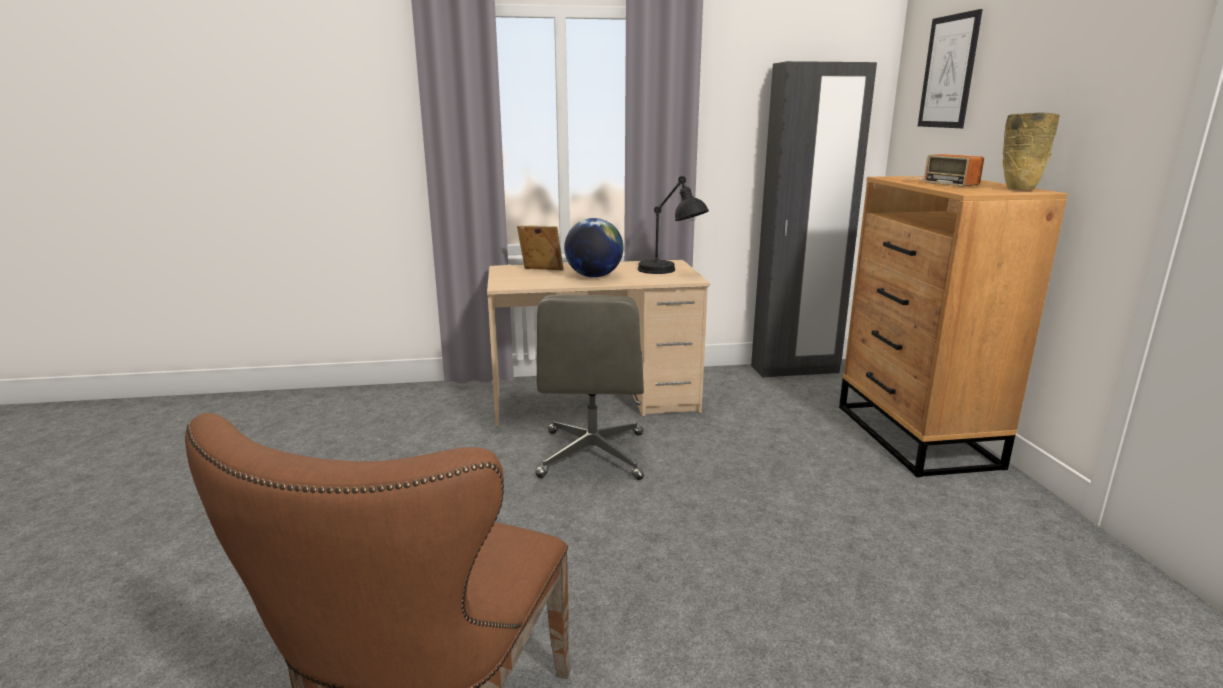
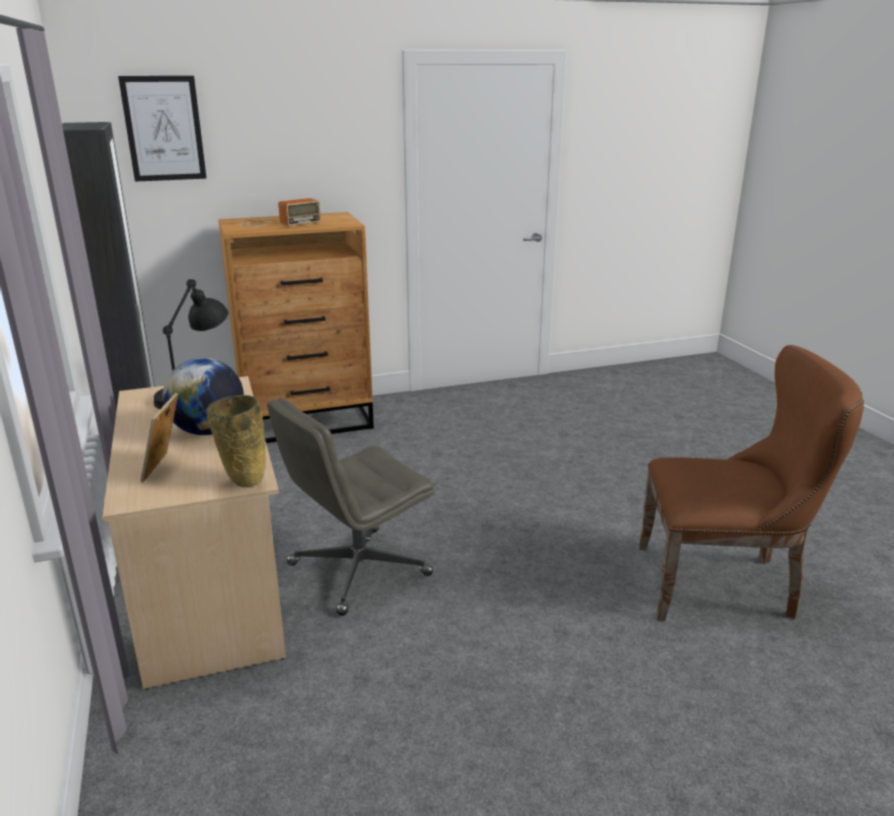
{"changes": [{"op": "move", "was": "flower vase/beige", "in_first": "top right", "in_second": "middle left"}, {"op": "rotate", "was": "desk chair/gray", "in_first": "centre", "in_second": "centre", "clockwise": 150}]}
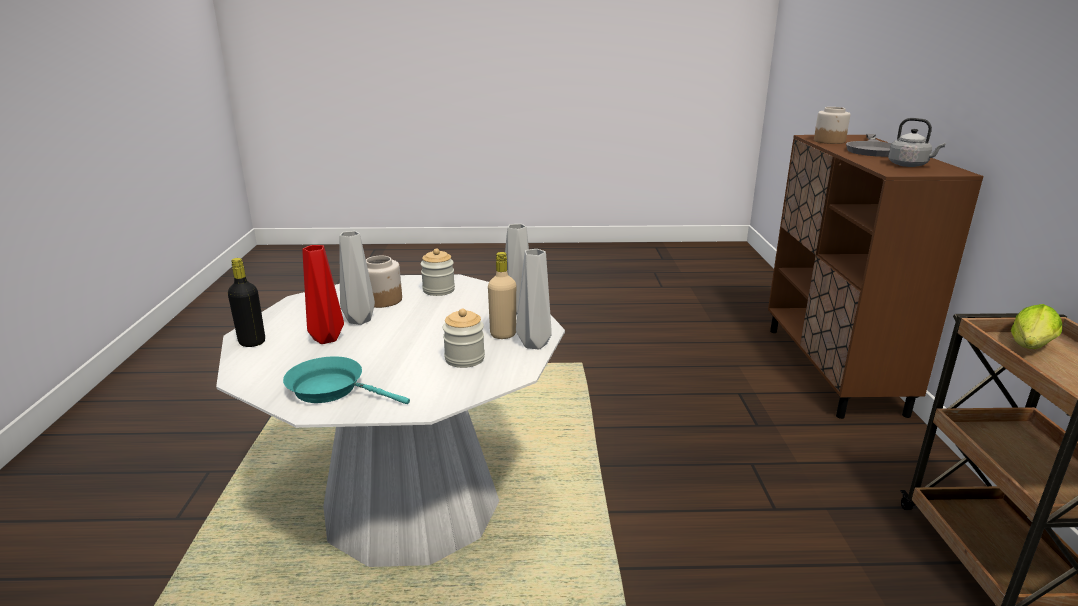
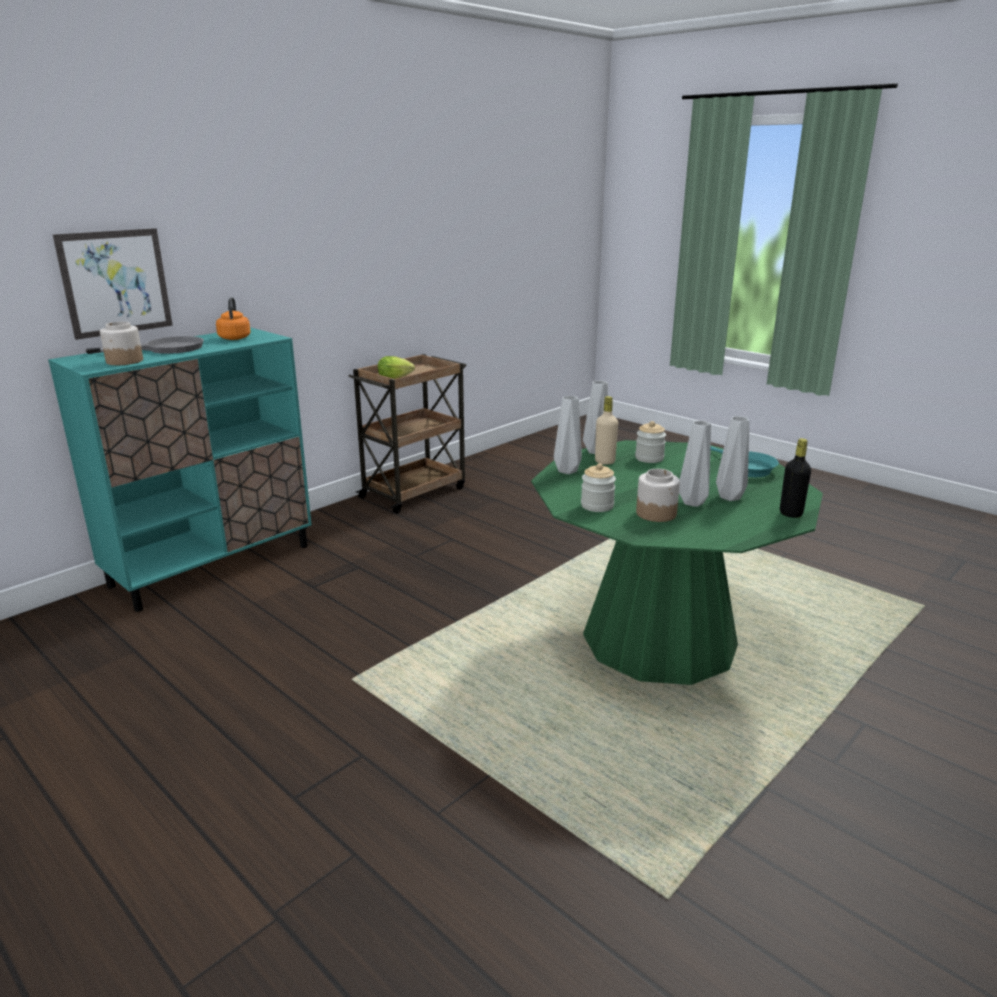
{"changes": [{"op": "insert", "now": "wall art", "in_second": "top left"}, {"op": "recolor", "was": "dining table/white", "now": "dining table/green-coloured", "in_first": "bottom centre", "in_second": "middle right"}, {"op": "recolor", "was": "flower vase/reddish", "now": "flower vase/gray (4th from left)", "in_first": "middle left", "in_second": "middle right"}, {"op": "recolor", "was": "cabinet/brown-coloured", "now": "cabinet/blue-green", "in_first": "middle right", "in_second": "middle left"}, {"op": "recolor", "was": "kettle/gray", "now": "kettle/orange-coloured", "in_first": "top right", "in_second": "top left"}]}
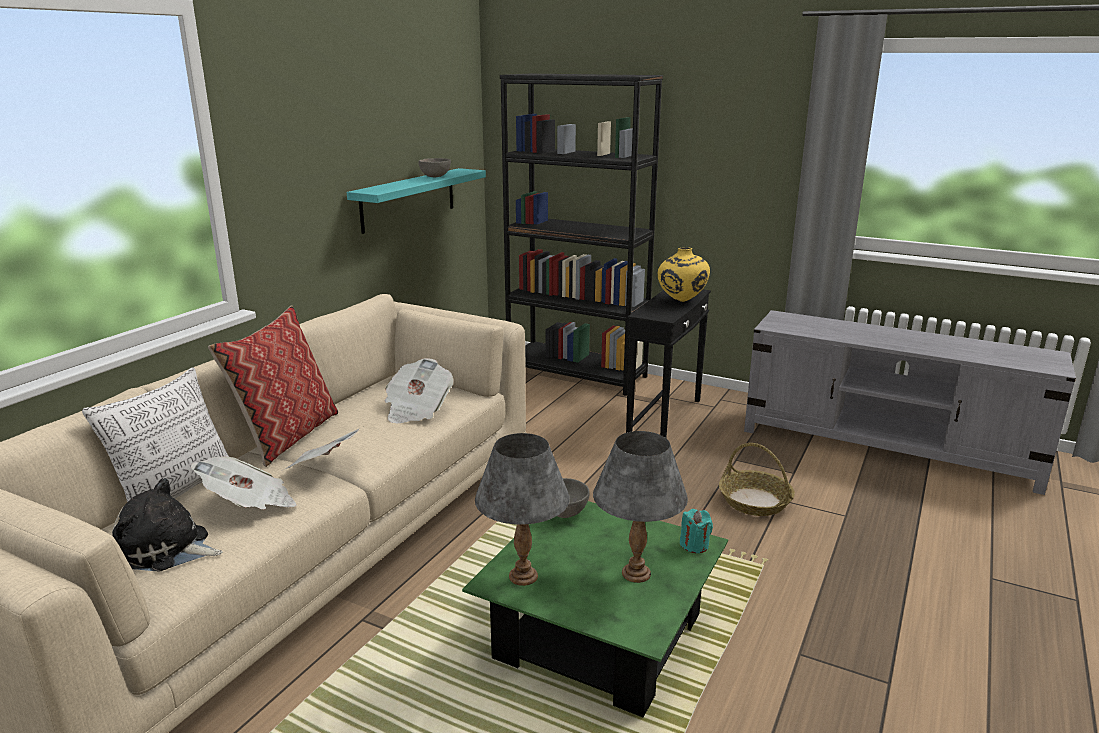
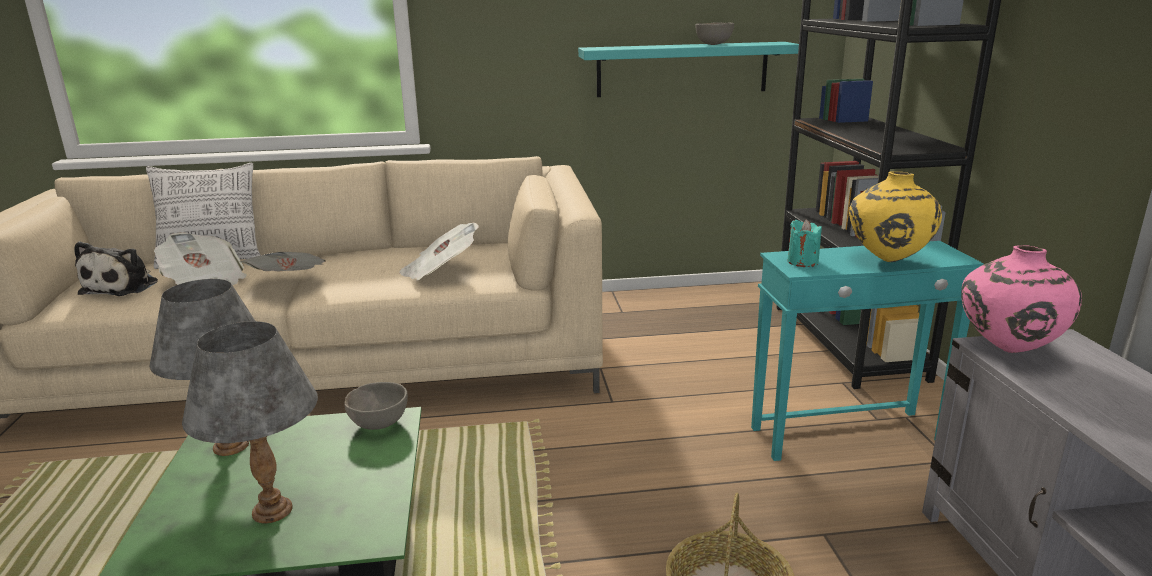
{"changes": [{"op": "delete", "was": "throw pillow (2nd from left)", "in_first": "middle left"}, {"op": "insert", "now": "flower vase/pink", "in_second": "middle right"}, {"op": "move", "was": "wax light/blue-green", "in_first": "bottom centre", "in_second": "middle right"}, {"op": "recolor", "was": "end table/black-coloured", "now": "end table/blue-green", "in_first": "centre", "in_second": "middle right"}, {"op": "rotate", "was": "cuddly toy", "in_first": "bottom left", "in_second": "middle left", "clockwise": -150}]}
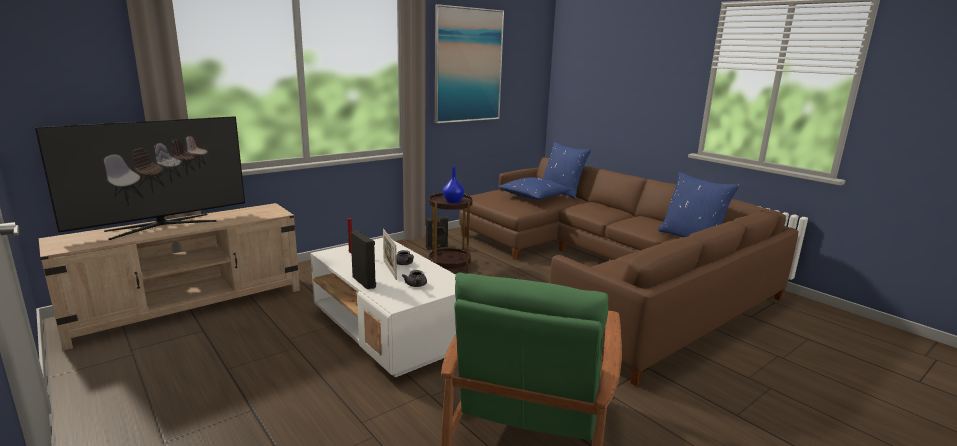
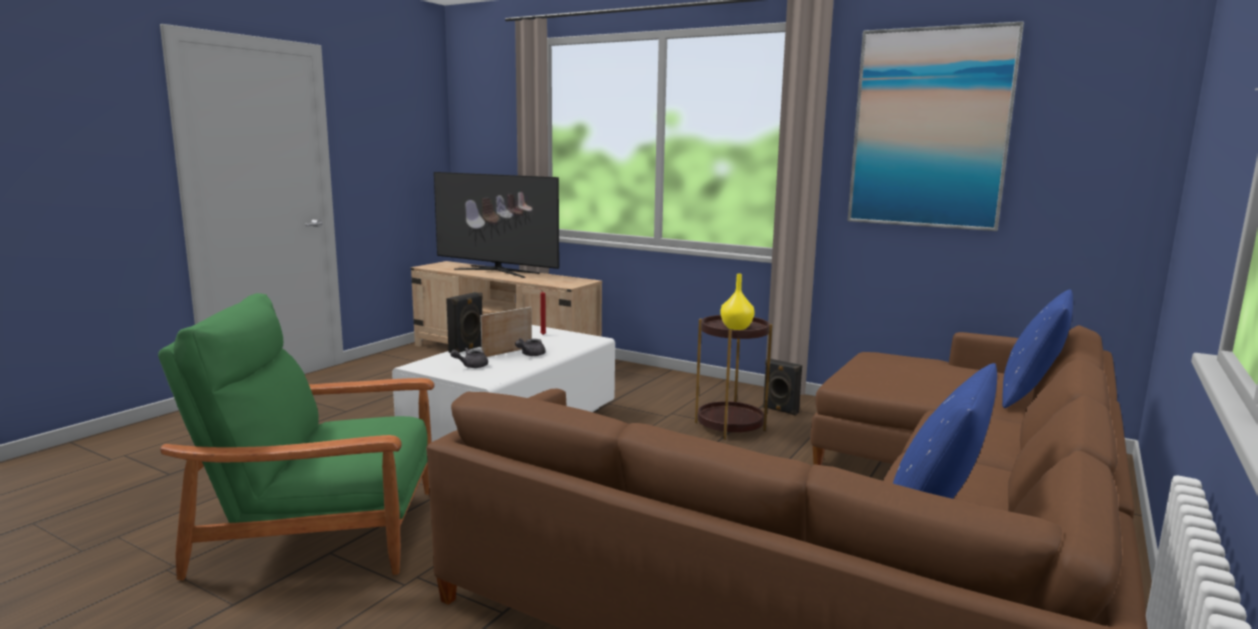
{"changes": [{"op": "delete", "was": "throw pillow/bluish (1st from left)", "in_first": "centre"}, {"op": "recolor", "was": "flower vase/bluish", "now": "flower vase/yellow-coloured", "in_first": "centre", "in_second": "centre"}]}
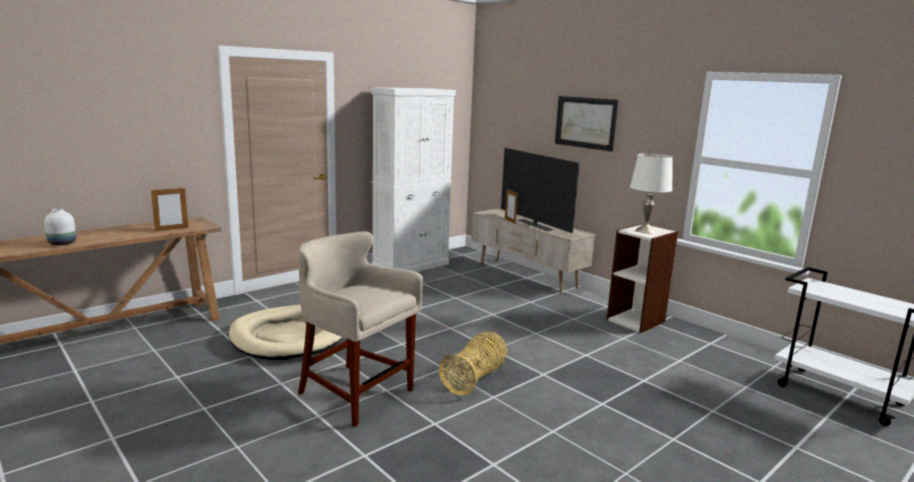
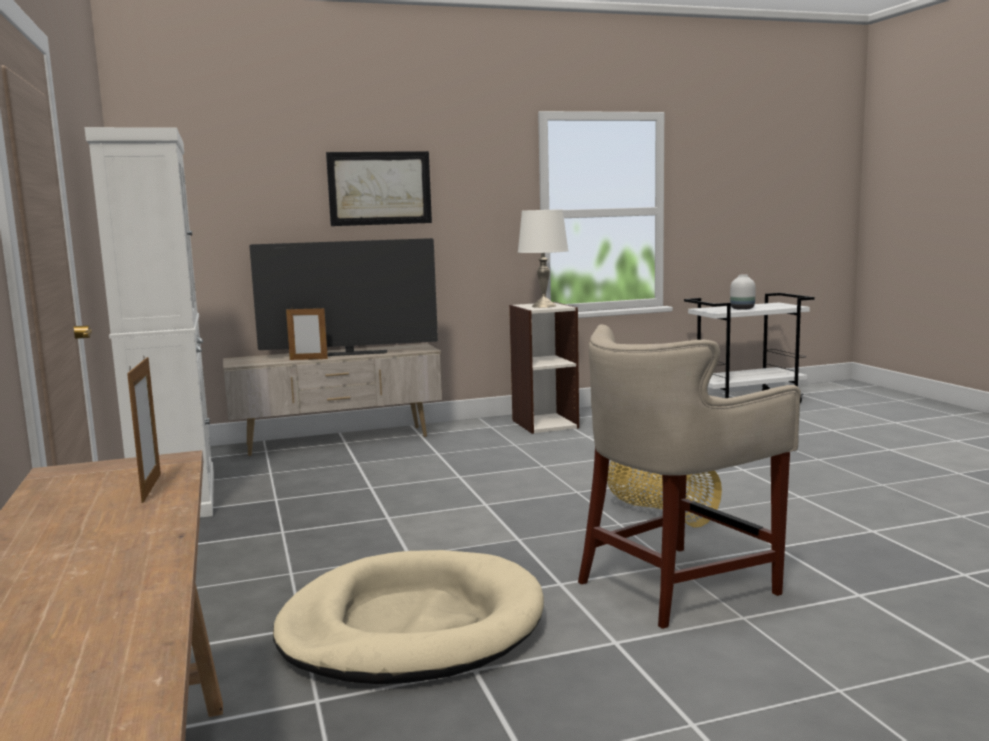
{"changes": [{"op": "move", "was": "flower vase/white", "in_first": "middle left", "in_second": "middle right"}]}
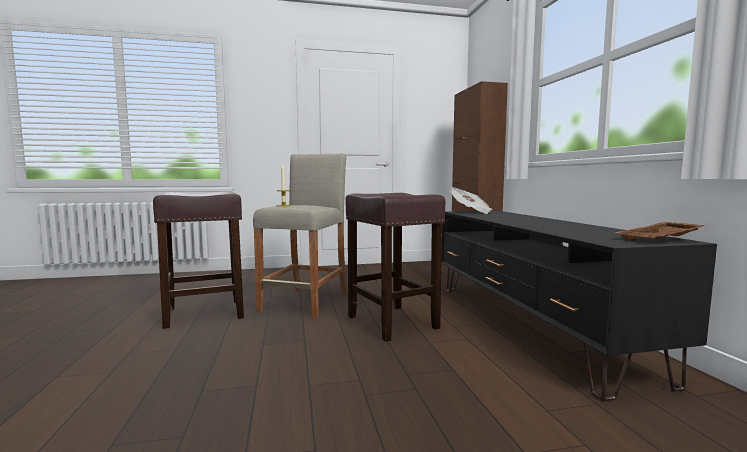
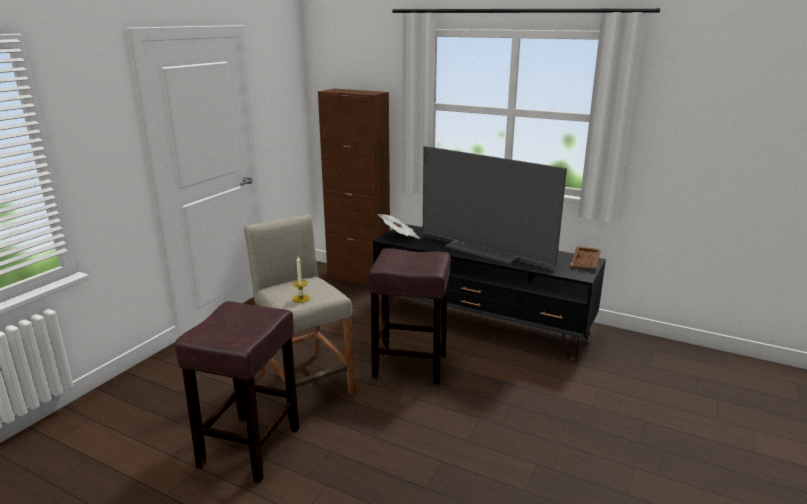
{"changes": [{"op": "insert", "now": "TV set", "in_second": "centre"}]}
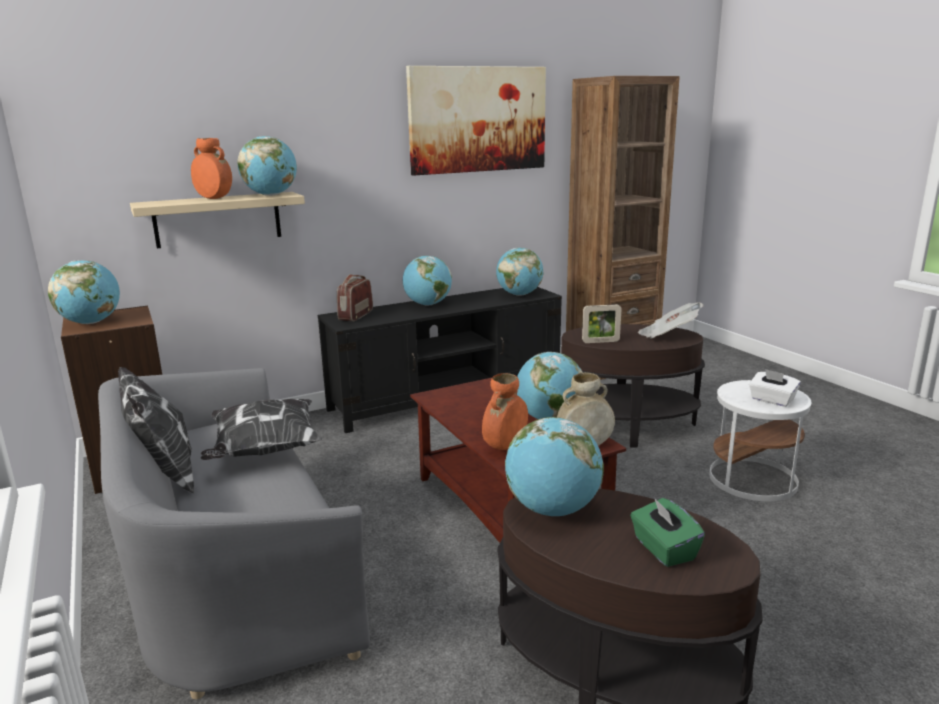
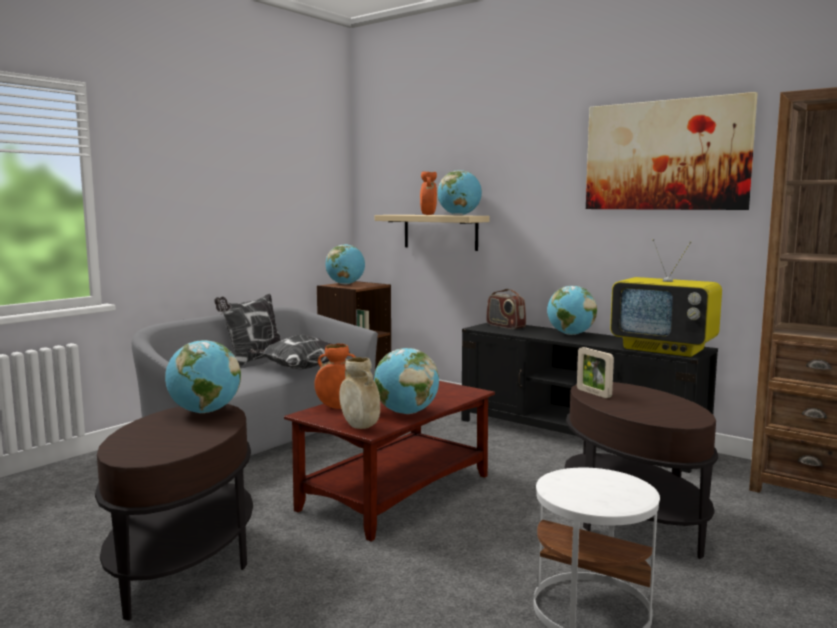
{"changes": [{"op": "delete", "was": "tissue holder/green-coloured", "in_first": "bottom right"}, {"op": "delete", "was": "printed paper", "in_first": "middle right"}, {"op": "delete", "was": "tissue holder/white", "in_first": "middle right"}, {"op": "replace", "was": "world globe (4th from left)", "now": "TV set", "in_first": "centre", "in_second": "middle right"}, {"op": "rotate", "was": "radio receiver", "in_first": "centre", "in_second": "centre", "clockwise": -120}]}
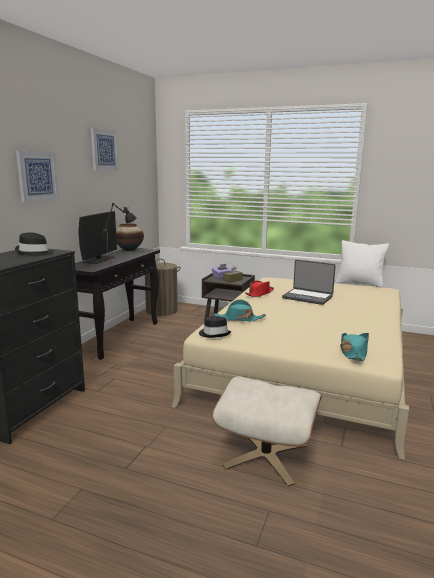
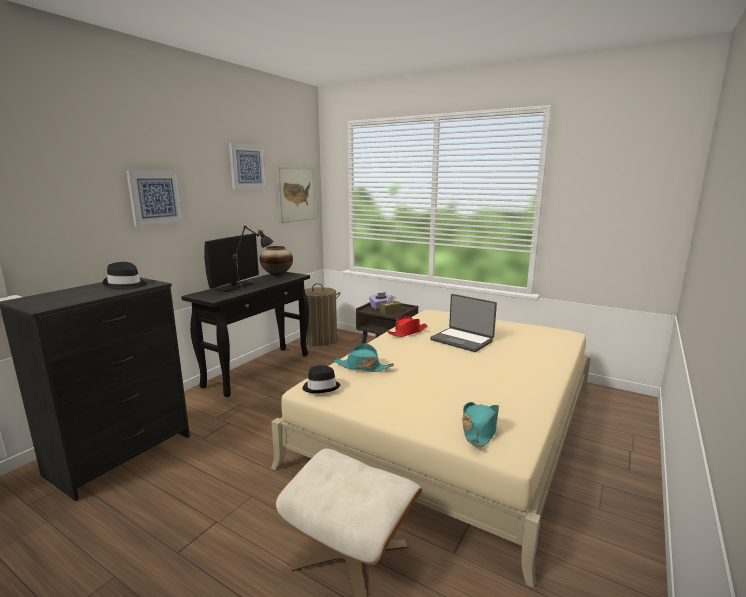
{"changes": [{"op": "delete", "was": "throw pillow/white", "in_first": "middle right"}, {"op": "insert", "now": "wall art (3rd from left)", "in_second": "top centre"}]}
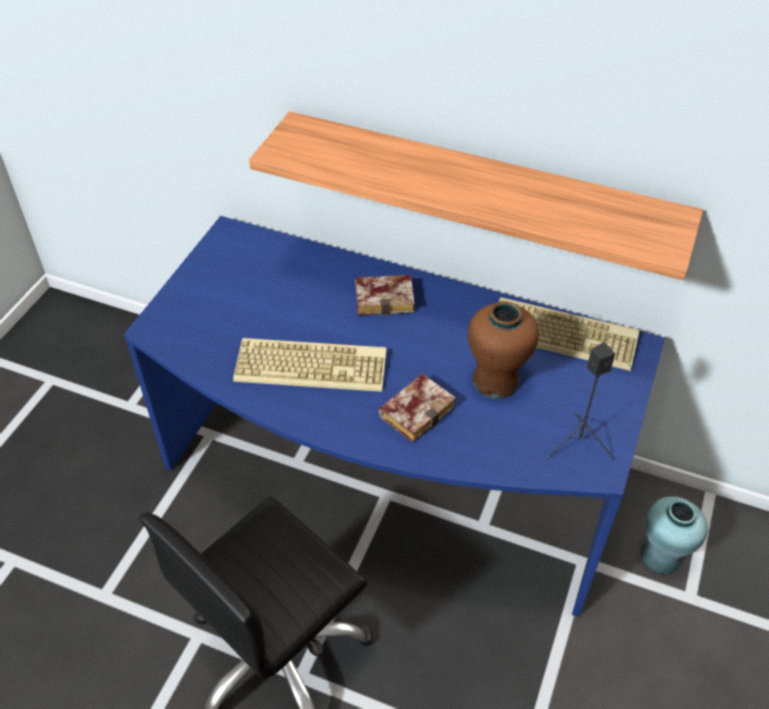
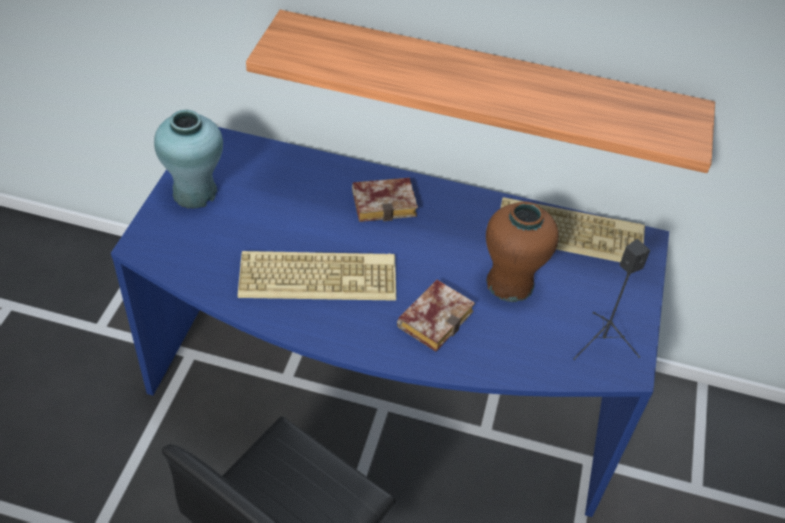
{"changes": [{"op": "move", "was": "flower vase/blue-green", "in_first": "bottom right", "in_second": "top left"}]}
